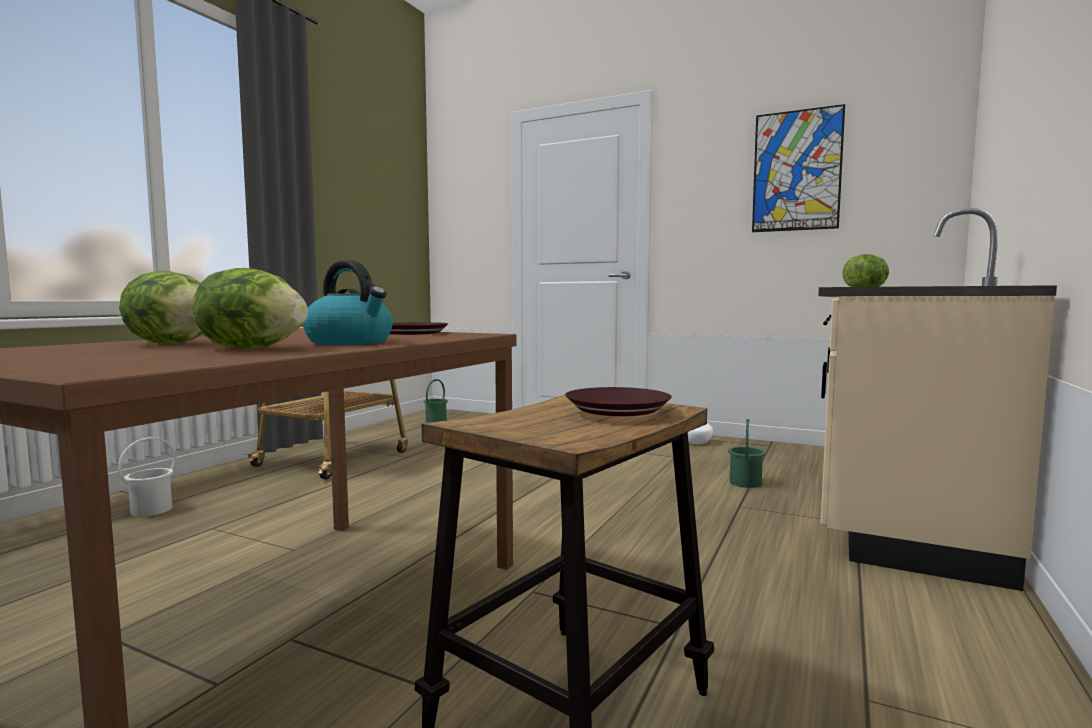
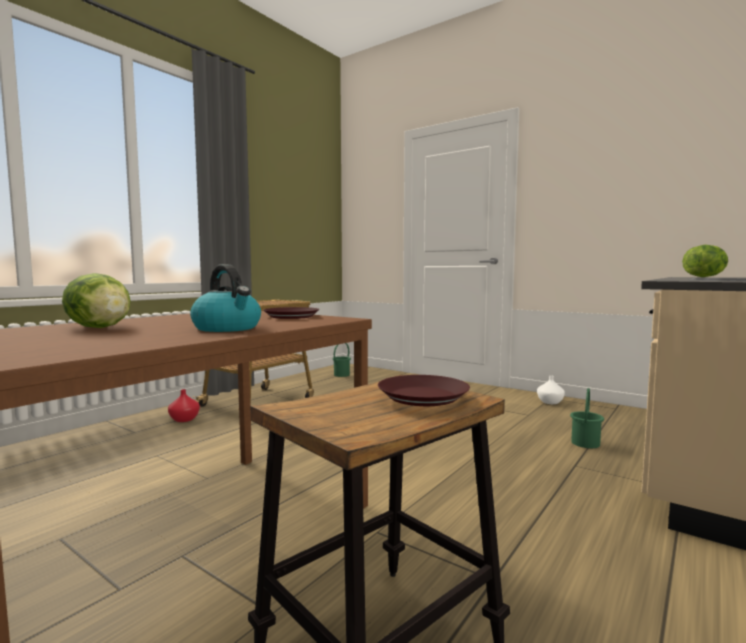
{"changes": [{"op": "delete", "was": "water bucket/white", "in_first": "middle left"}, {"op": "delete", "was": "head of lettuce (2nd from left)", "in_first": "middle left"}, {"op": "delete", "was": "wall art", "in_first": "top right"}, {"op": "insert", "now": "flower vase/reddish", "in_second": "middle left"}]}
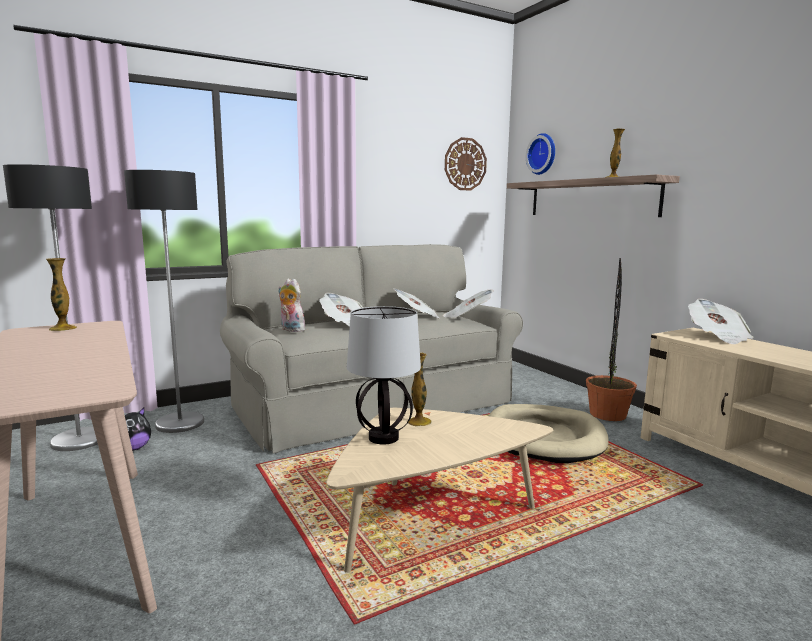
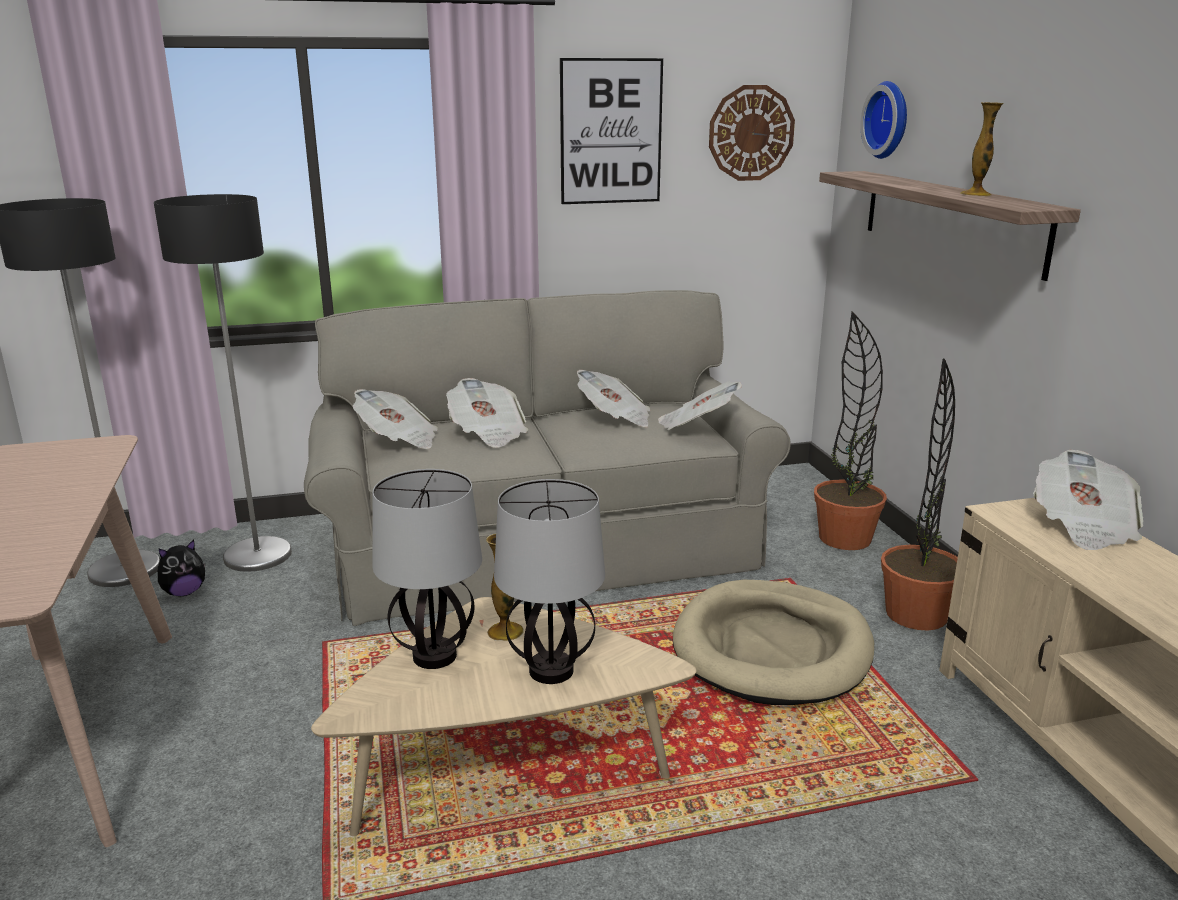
{"changes": [{"op": "delete", "was": "flower vase (1st from left)", "in_first": "middle left"}, {"op": "insert", "now": "table lamp (2nd from left)", "in_second": "centre"}, {"op": "insert", "now": "wall art", "in_second": "top centre"}, {"op": "insert", "now": "potted plant (1st from left)", "in_second": "middle right"}, {"op": "replace", "was": "cuddly toy (2nd from left)", "now": "printed paper (1st from left)", "in_first": "centre", "in_second": "centre"}]}
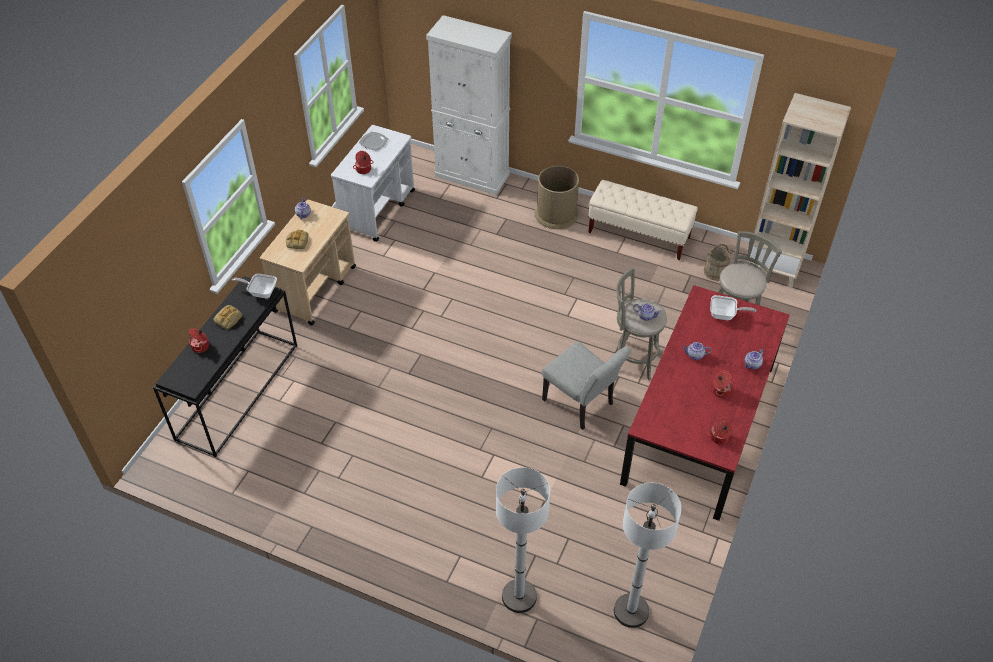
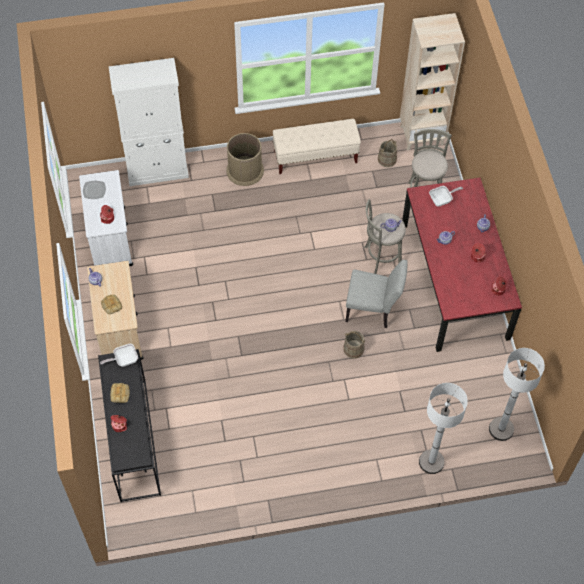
{"changes": [{"op": "insert", "now": "water bucket/beige (1st from left)", "in_second": "centre"}]}
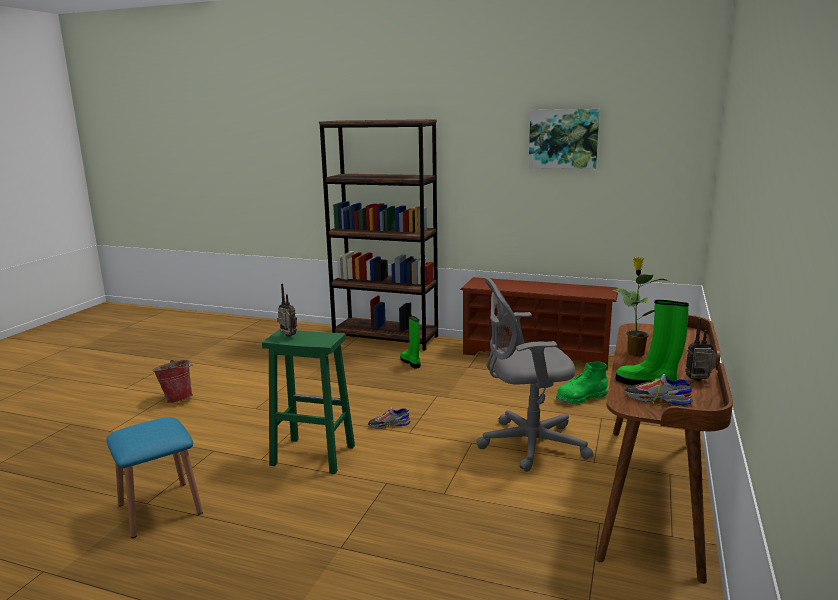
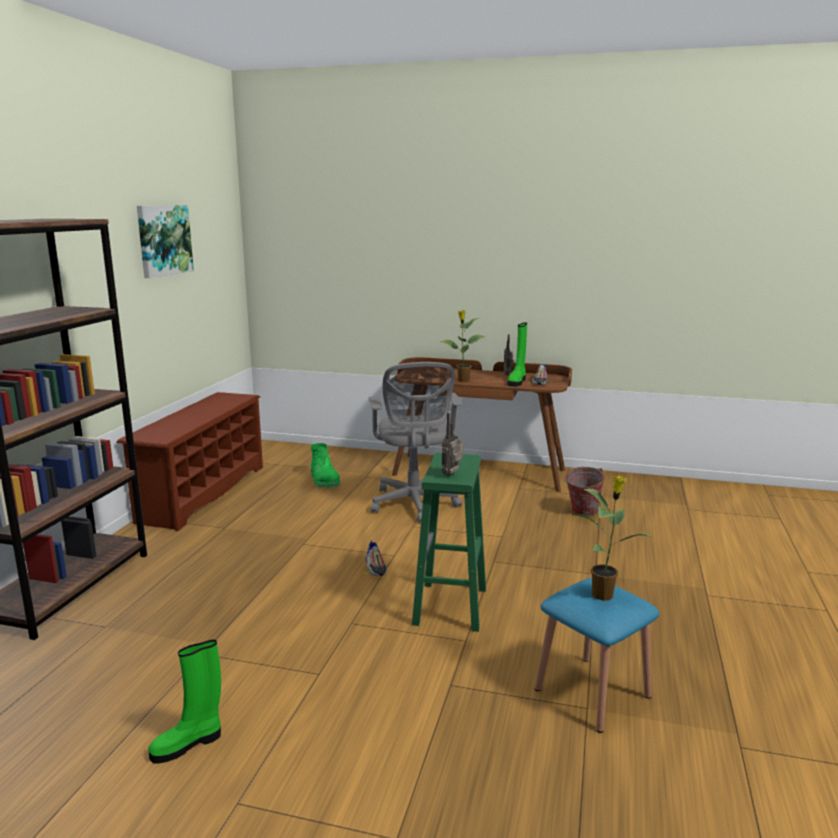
{"changes": [{"op": "insert", "now": "potted plant (2nd from left)", "in_second": "middle right"}, {"op": "move", "was": "water bucket", "in_first": "middle left", "in_second": "middle right"}, {"op": "move", "was": "boot/green-coloured (1st from left)", "in_first": "centre", "in_second": "bottom left"}]}
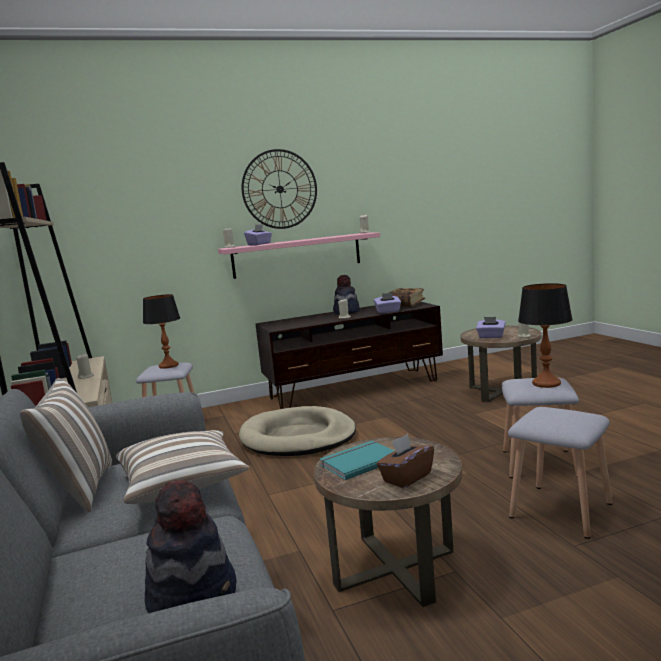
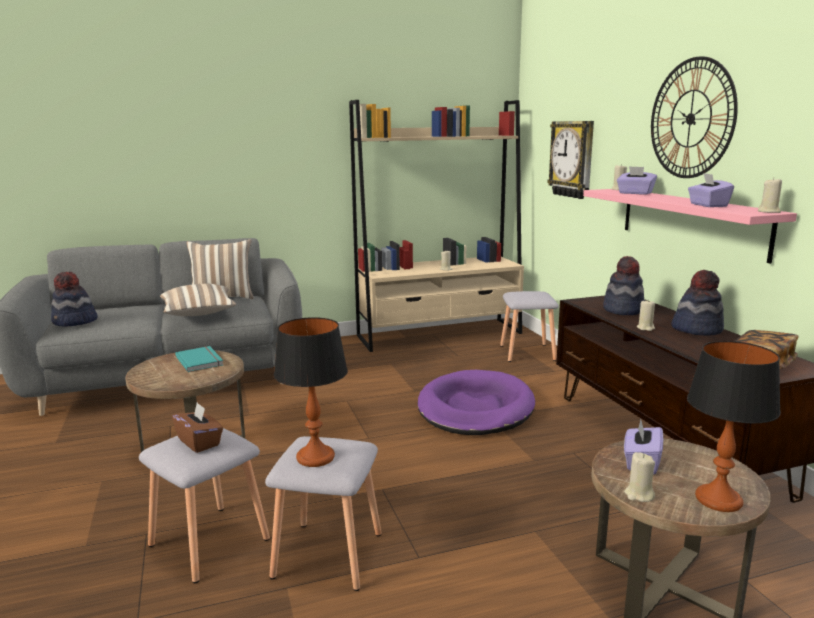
{"changes": [{"op": "insert", "now": "clock on the wall (1st from left)", "in_second": "top right"}, {"op": "insert", "now": "wearable hat (2nd from left)", "in_second": "middle right"}, {"op": "move", "was": "table lamp (1st from left in the first image)", "now": "table lamp (2nd from left)", "in_first": "middle left", "in_second": "bottom right"}, {"op": "move", "was": "tissue holder/purplish (2nd from left in the first image)", "now": "tissue holder/purplish (3rd from left)", "in_first": "centre", "in_second": "top right"}, {"op": "move", "was": "tissue holder/brown-coloured", "in_first": "bottom centre", "in_second": "bottom left"}, {"op": "recolor", "was": "dog cushion/beige", "now": "dog cushion/purplish", "in_first": "centre", "in_second": "centre"}]}
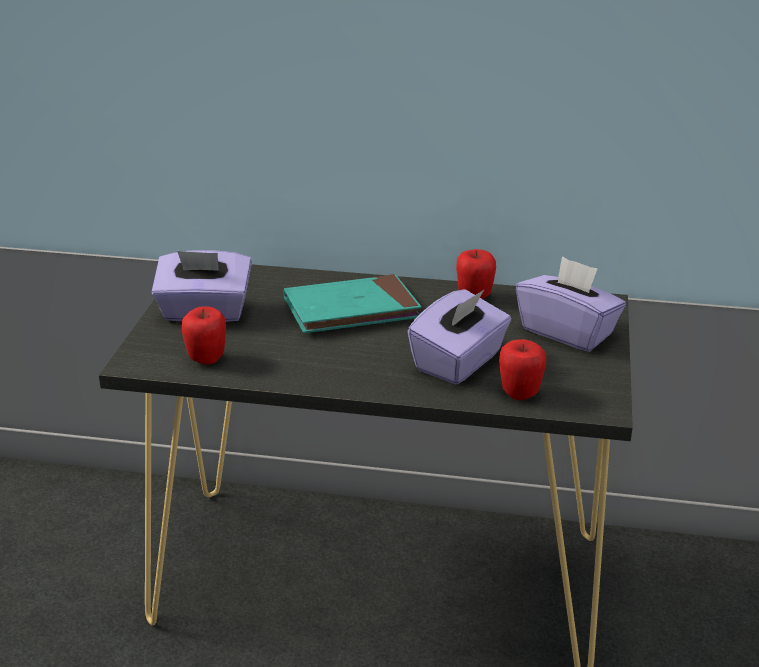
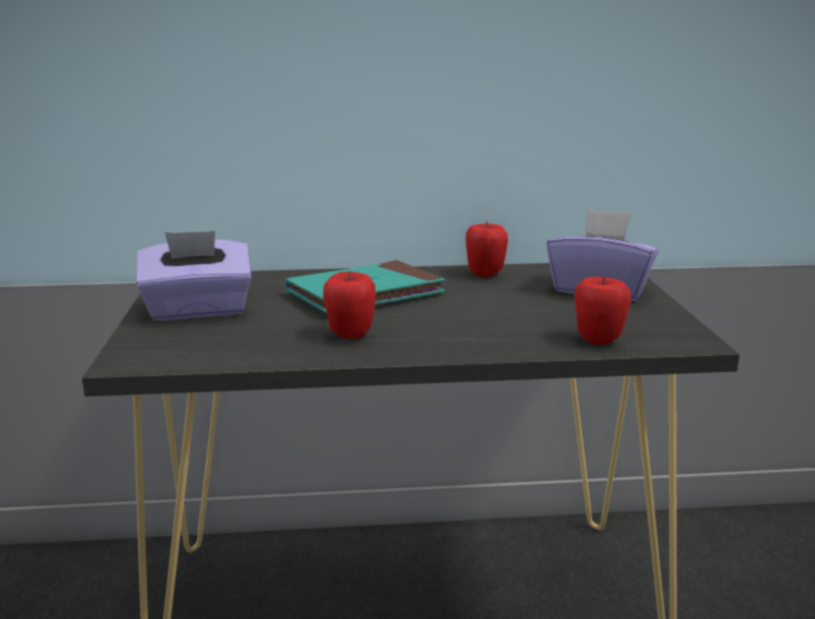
{"changes": [{"op": "delete", "was": "tissue holder/purplish (2nd from left)", "in_first": "centre"}, {"op": "move", "was": "apple fruit (1st from left)", "in_first": "middle left", "in_second": "centre"}]}
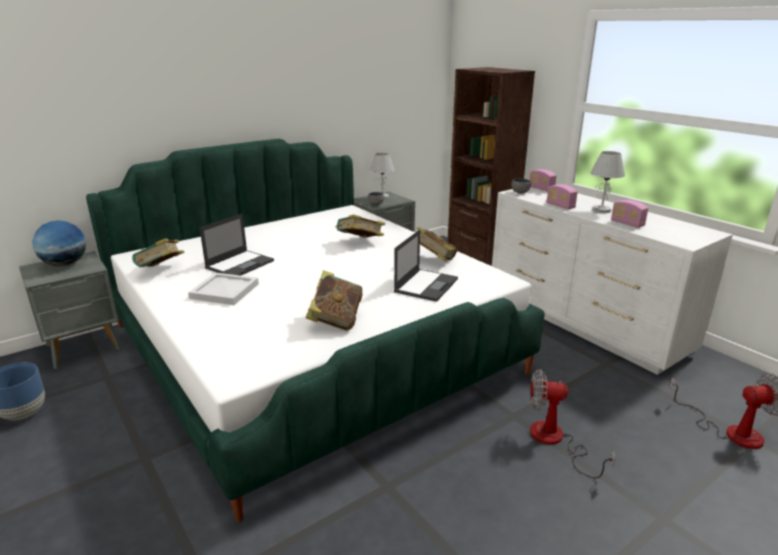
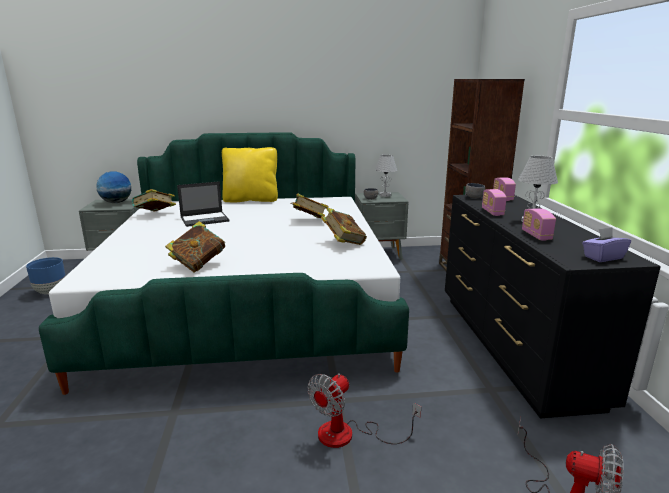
{"changes": [{"op": "delete", "was": "tray/white", "in_first": "middle left"}, {"op": "delete", "was": "laptop (2nd from left)", "in_first": "centre"}, {"op": "insert", "now": "throw pillow/yellow-coloured", "in_second": "centre"}, {"op": "insert", "now": "tissue holder/purplish", "in_second": "middle right"}, {"op": "recolor", "was": "chest of drawers/white", "now": "chest of drawers/black-coloured", "in_first": "middle right", "in_second": "middle right"}, {"op": "rotate", "was": "fan (1st from left)", "in_first": "bottom right", "in_second": "bottom centre", "clockwise": -90}]}
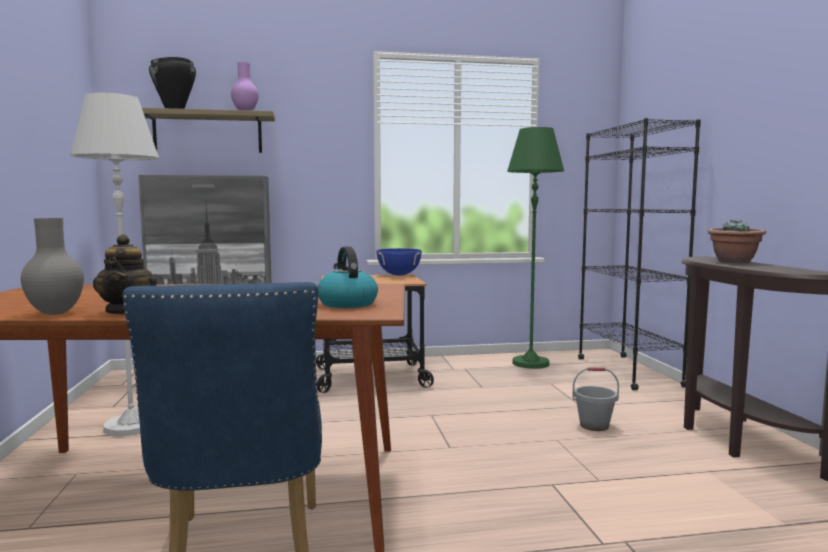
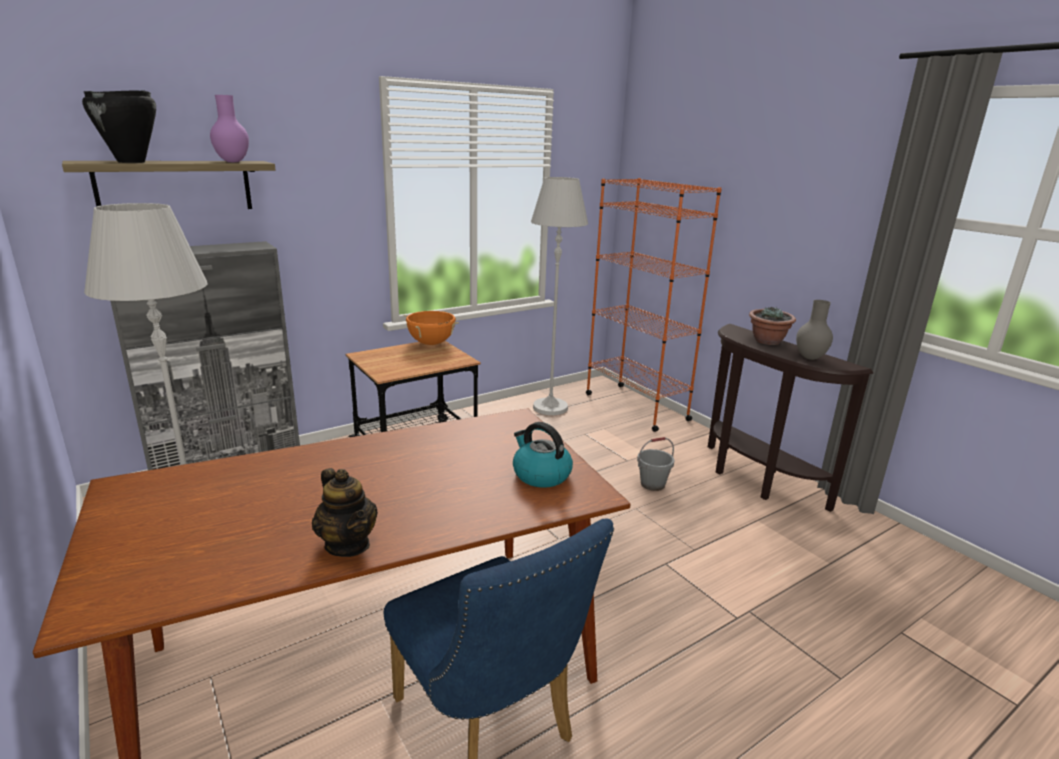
{"changes": [{"op": "move", "was": "flower vase/gray", "in_first": "middle left", "in_second": "middle right"}, {"op": "recolor", "was": "stockpot/bluish", "now": "stockpot/orange-coloured", "in_first": "centre", "in_second": "centre"}, {"op": "recolor", "was": "standard lamp/green-coloured", "now": "standard lamp/white (2nd from left)", "in_first": "centre", "in_second": "centre"}, {"op": "recolor", "was": "bookcase/black-coloured", "now": "bookcase/orange-coloured", "in_first": "middle right", "in_second": "centre"}]}
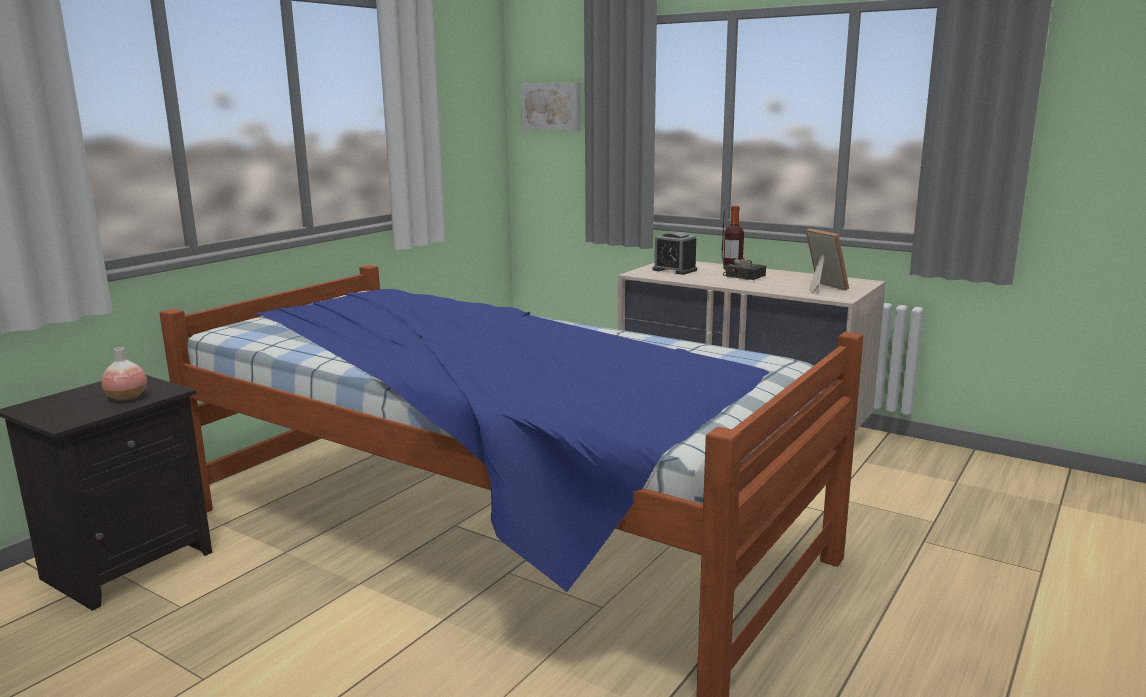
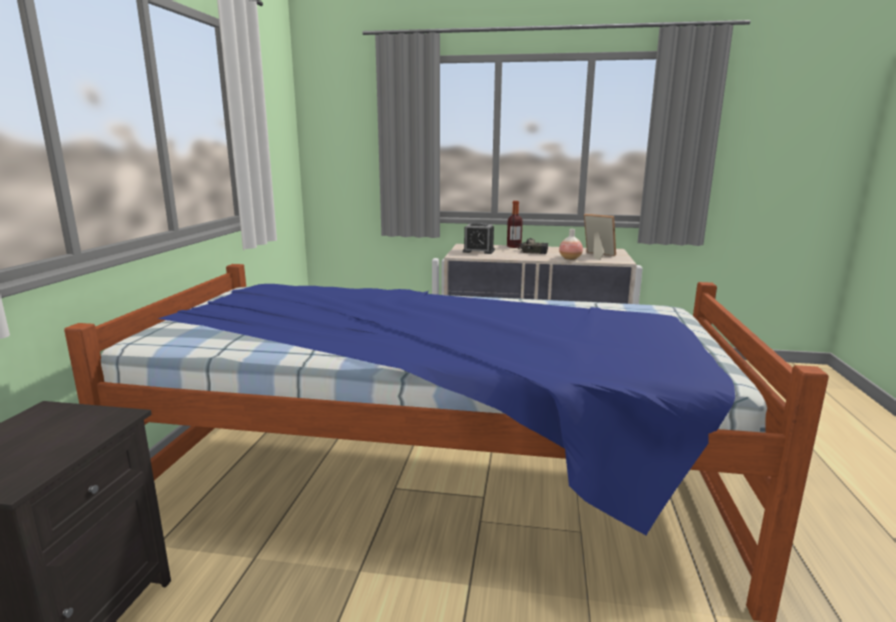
{"changes": [{"op": "delete", "was": "wall art", "in_first": "top centre"}, {"op": "move", "was": "flower vase", "in_first": "middle left", "in_second": "centre"}]}
